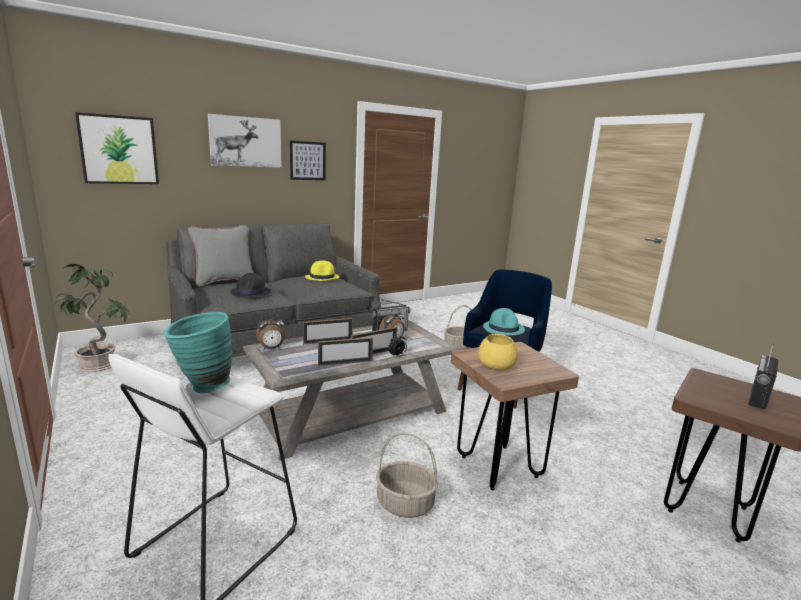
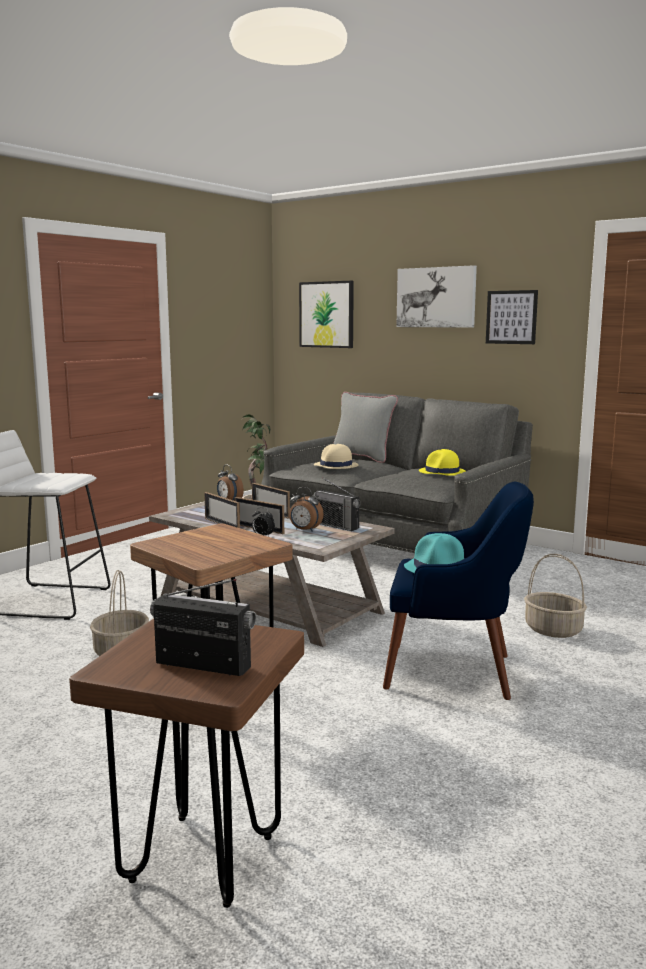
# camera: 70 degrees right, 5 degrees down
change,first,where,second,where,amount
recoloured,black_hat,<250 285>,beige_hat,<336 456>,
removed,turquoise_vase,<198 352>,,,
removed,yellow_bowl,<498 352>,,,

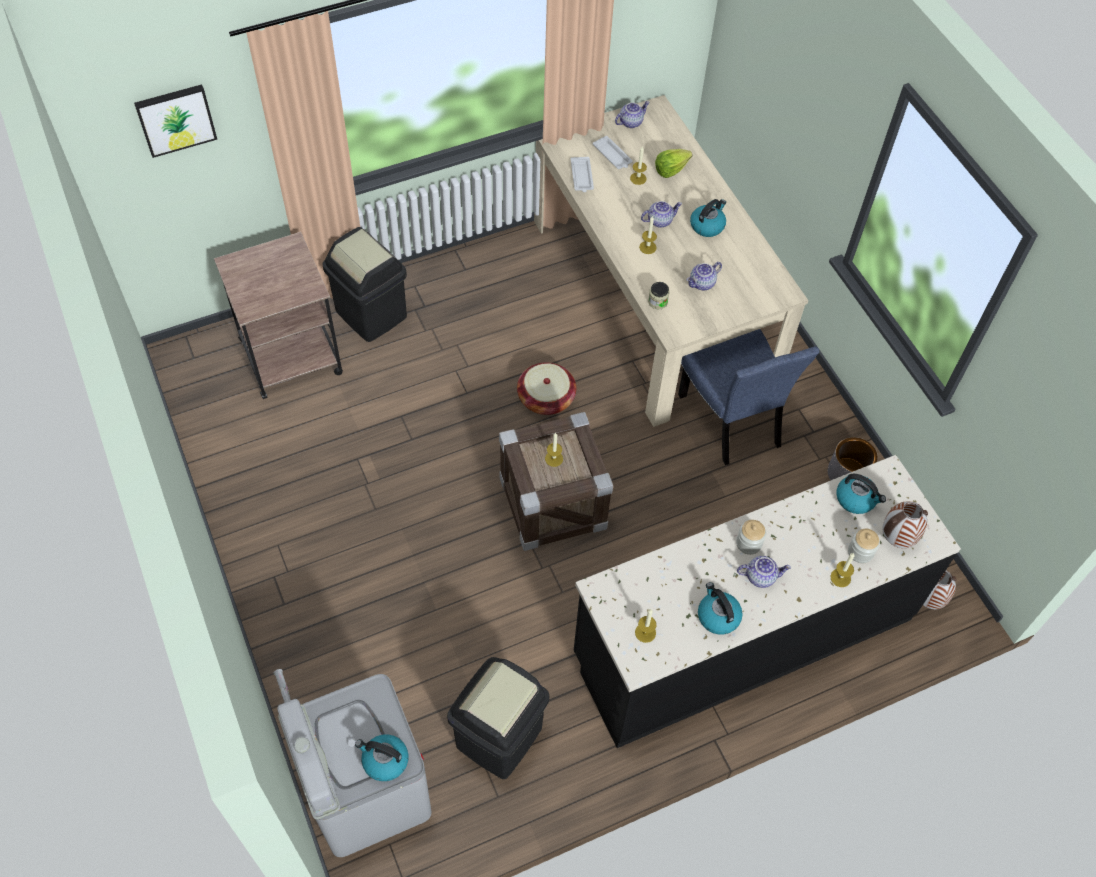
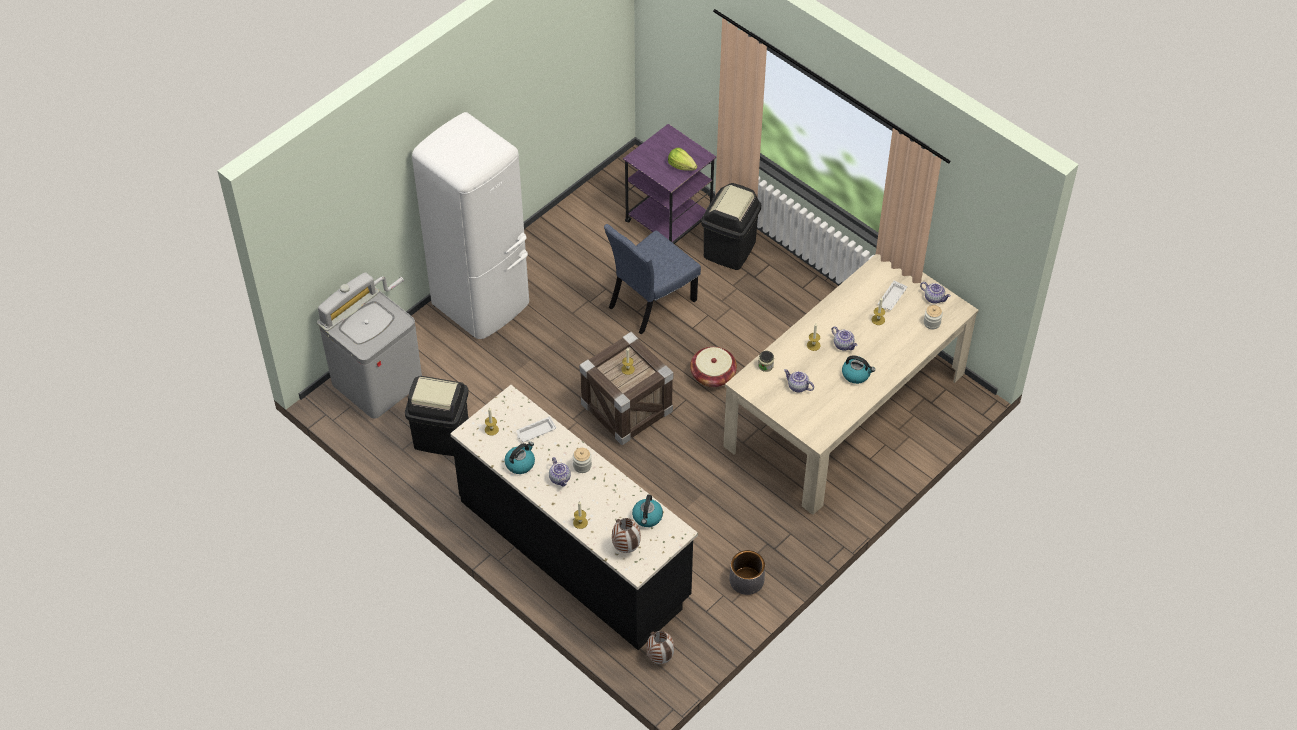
# camera: 70 degrees right, 5 degrees down
change,first,where,second,where,amount
removed,picture,<175 121>,,,
moved,lettuce,<673 163>,,<682 159>,
moved,white_tray,<582 174>,,<536 429>,
recoloured,brown_cart,<278 315>,purple_cart,<669 184>,
moved,blue_chair,<748 397>,,<652 279>,
moved,jar,<864 546>,,<933 317>,
removed,kettle,<381 757>,,,
added,,,white_fridge,<470 225>,

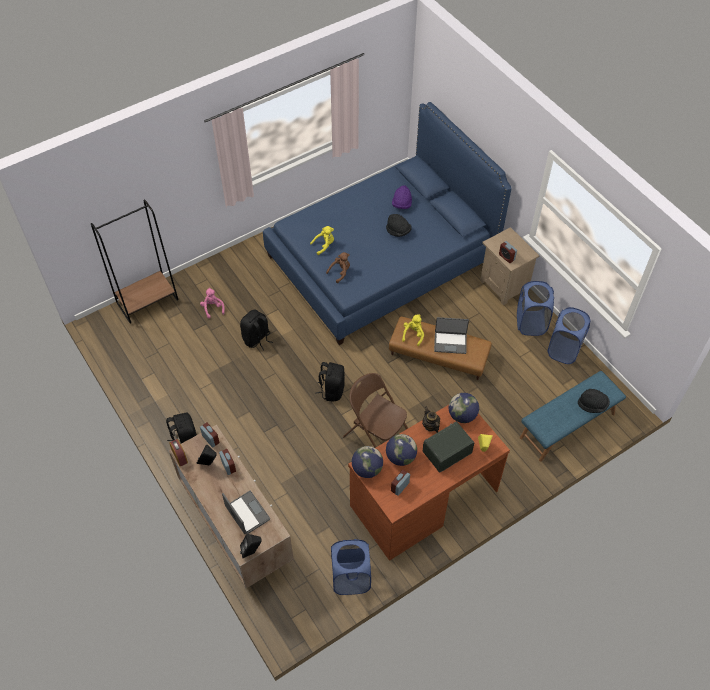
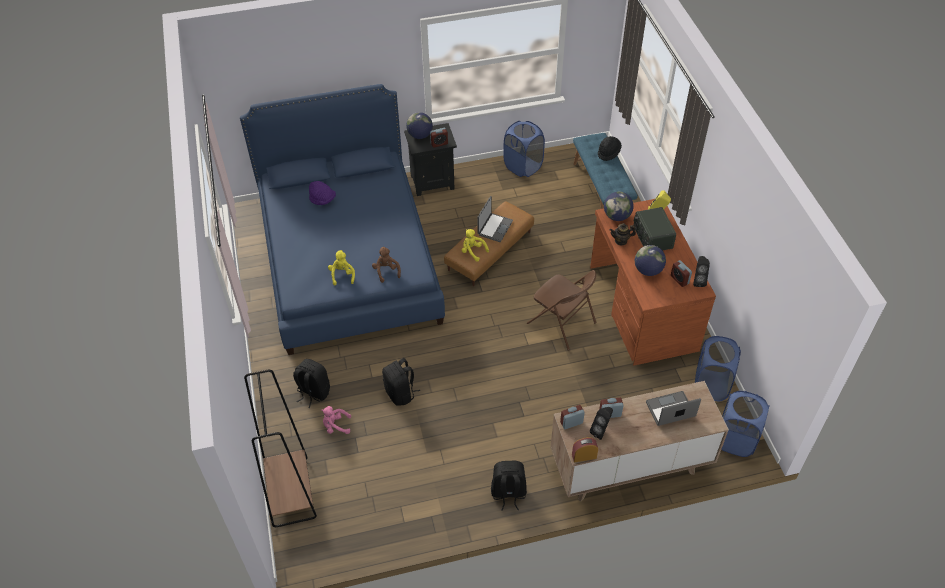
# camera: 70 degrees left, 5 degrees down
change,first,where,second,where,amount
removed,black_hat,<399 225>,,,
recoloured,beige_nightstand,<509 266>,black_nightstand,<430 159>,
moved,blue_laundry_basket,<535 308>,,<745 424>,
moved,black_backpack,<330 382>,,<311 383>,
turned,brown_chair,<375 410>,,<561 310>,105 degrees counterclockwise
moved,globe,<367 462>,,<419 125>,
moved,black_speaker,<251 546>,,<701 271>,

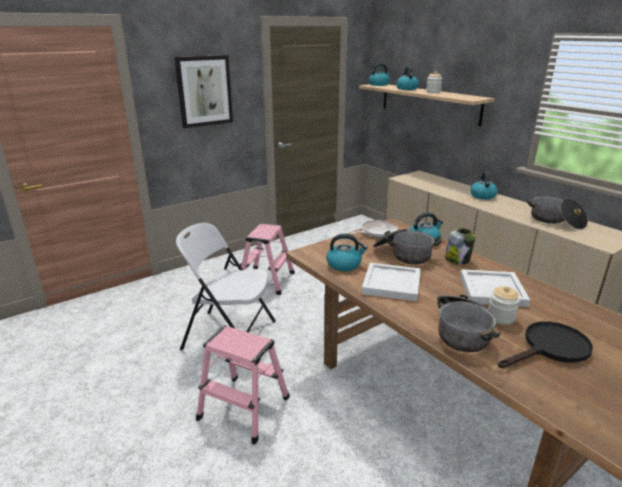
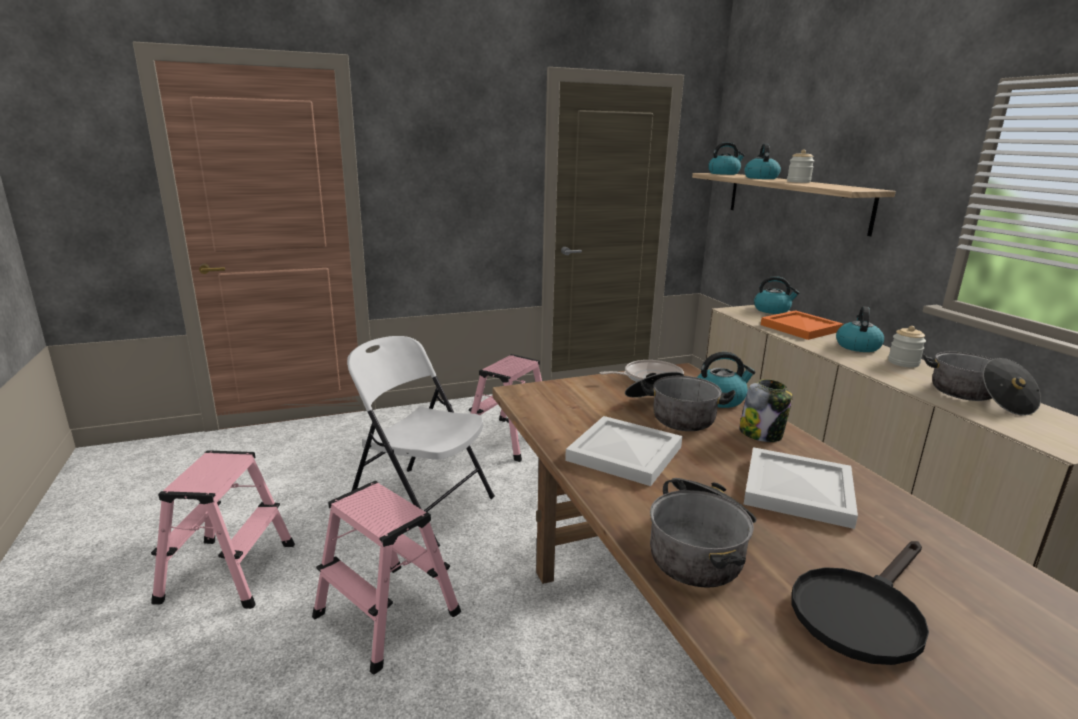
# camera: 15 degrees right, 5 degrees down
change,first,where,second,where,amount
removed,picture,<204 91>,,,
moved,kettle,<347 252>,,<777 295>,
moved,jar,<504 305>,,<907 347>,
turned,black_frying_pan,<545 344>,,<860 603>,150 degrees clockwise
added,,,orange_tray,<802 325>,
added,,,pink_step_ladder,<223 529>,

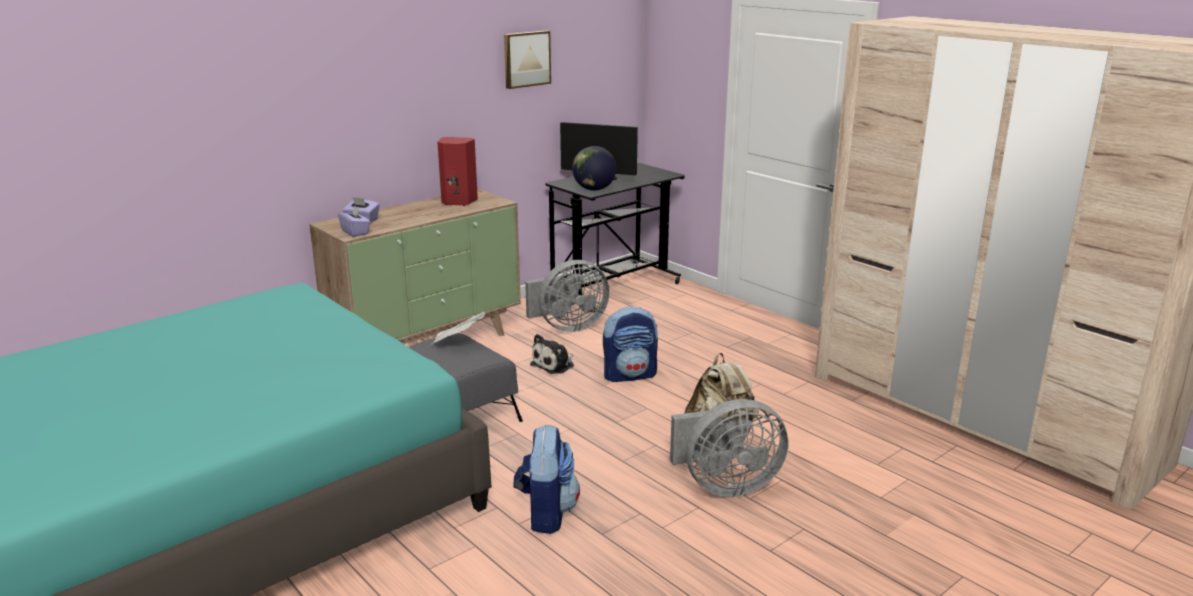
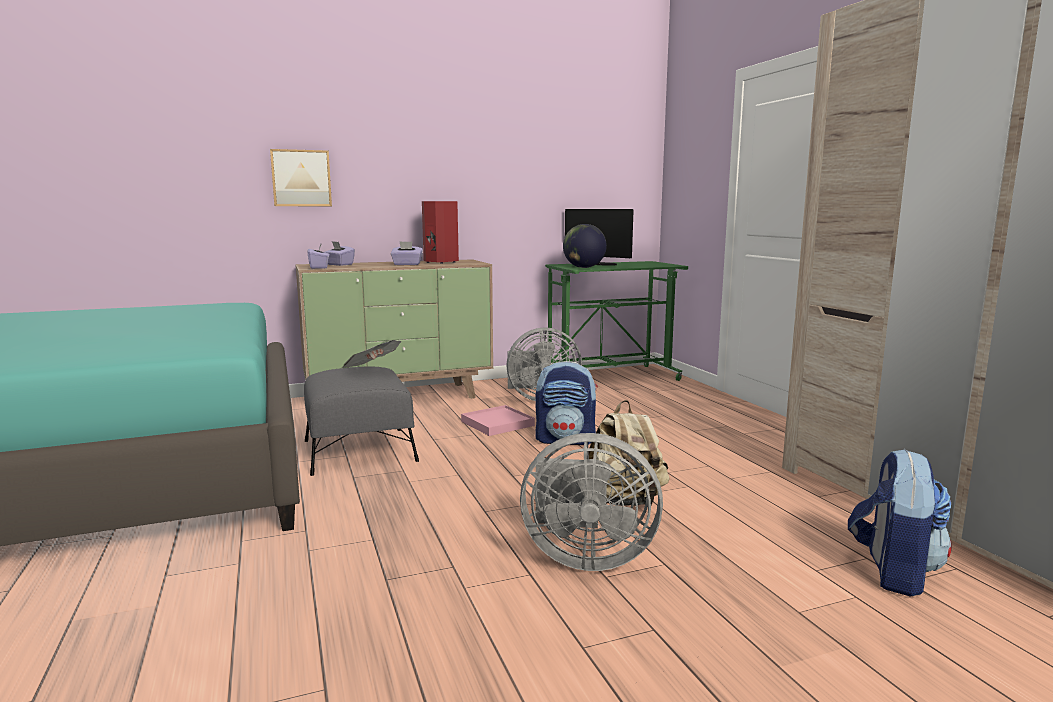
# camera: 20 degrees right, 10 degrees down
change,first,where,second,where,amount
moved,picture,<527 60>,,<301 177>,
recoloured,black_desk,<615 238>,green_desk,<616 321>,
replaced,plush_toy,<552 354>,pink_tray,<498 420>,
moved,backpack,<546 479>,,<900 523>,
added,,,purple_tissue_box,<407 253>,

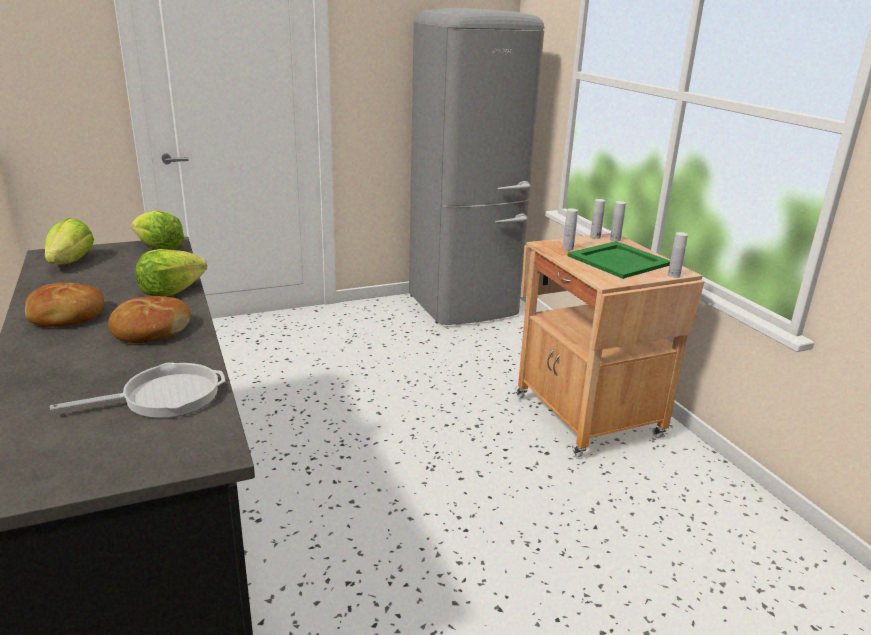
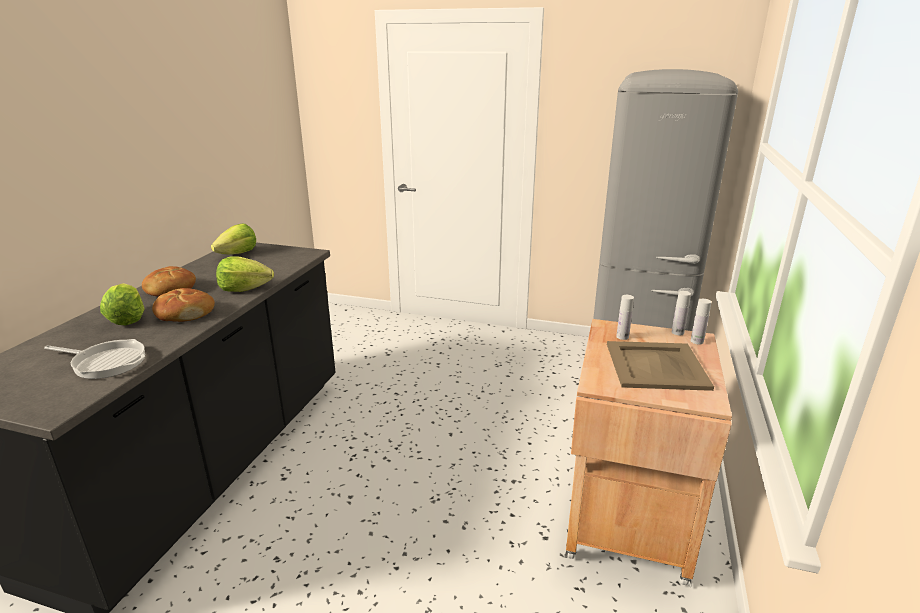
# camera: 40 degrees right, 0 degrees up
change,first,where,second,where,amount
moved,lettuce,<158 230>,,<122 304>,
removed,white_bottle,<678 255>,,,
recoloured,green_tray,<618 260>,beige_tray,<660 366>,

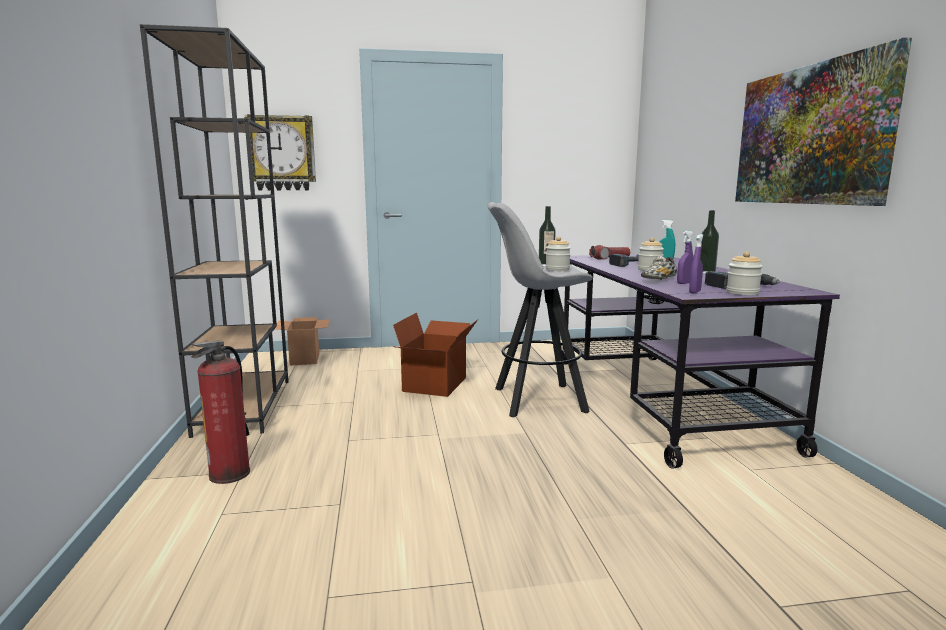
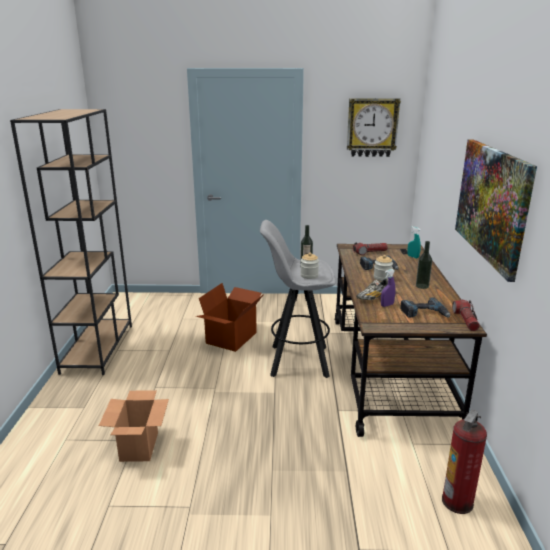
# camera: 10 degrees right, 10 degrees up
change,first,where,second,where,amount
moved,wall_clock,<280 152>,,<374 127>,
removed,purple_spray_bottle,<696 264>,,,
removed,jar,<744 273>,,,
recoloured,purple_desk,<701 362>,brown_desk,<410 340>,
moved,cardboard_box,<302 341>,,<134 426>,
moved,fire_extinguisher,<220 412>,,<464 462>,
added,,,flashlight,<466 315>,

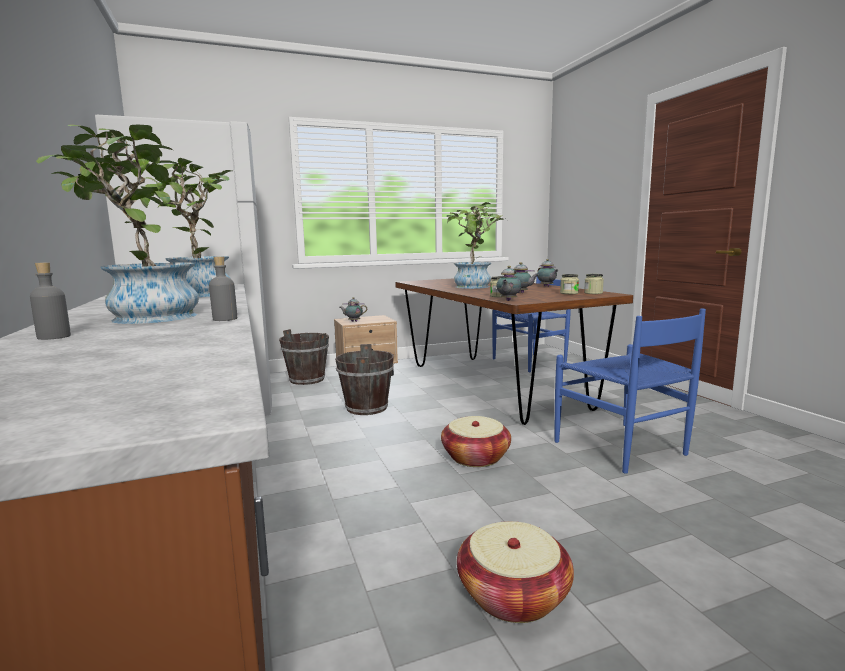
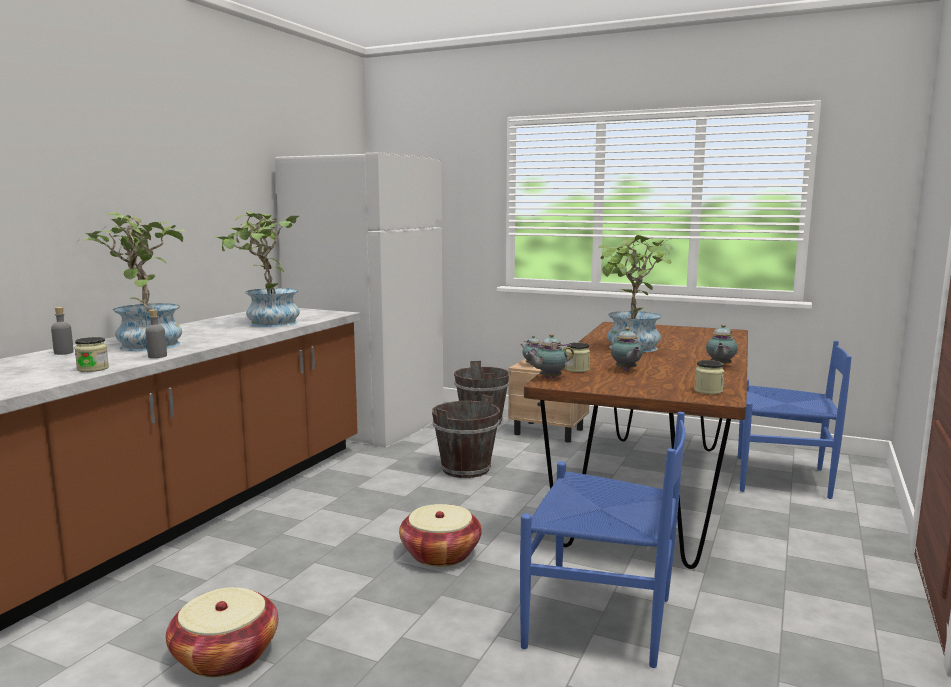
# camera: 45 degrees right, 0 degrees up
change,first,where,second,where,amount
moved,jar,<569 284>,,<91 354>,
turned,blue_chair,<630 391>,,<602 540>,90 degrees counterclockwise

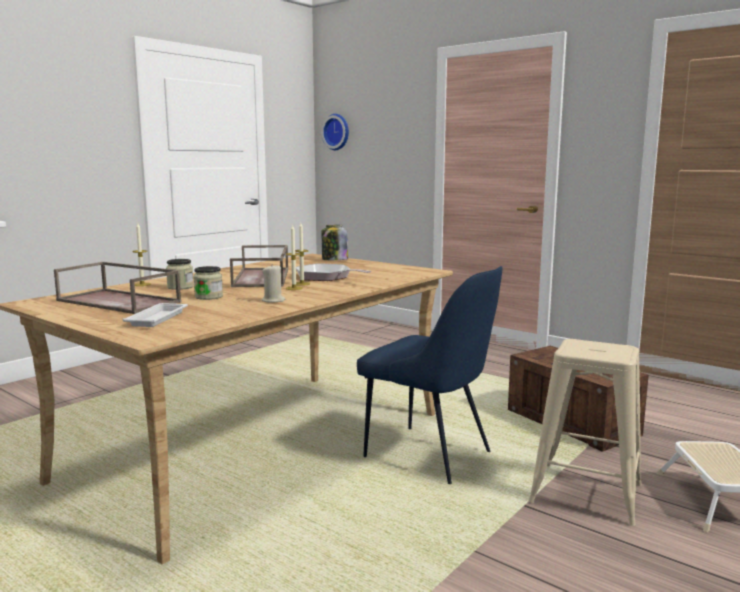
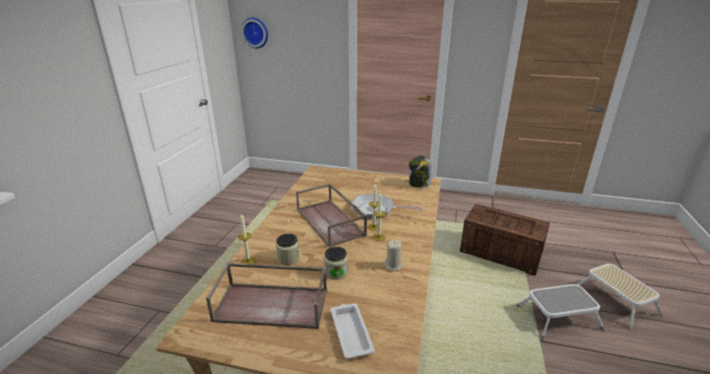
# camera: 25 degrees left, 15 degrees up
change,first,where,second,where,amount
moved,jar,<334 242>,,<420 172>,
removed,blue_chair,<430 375>,,,
replaced,beige_stool,<585 432>,grey_step_ladder,<560 312>,

